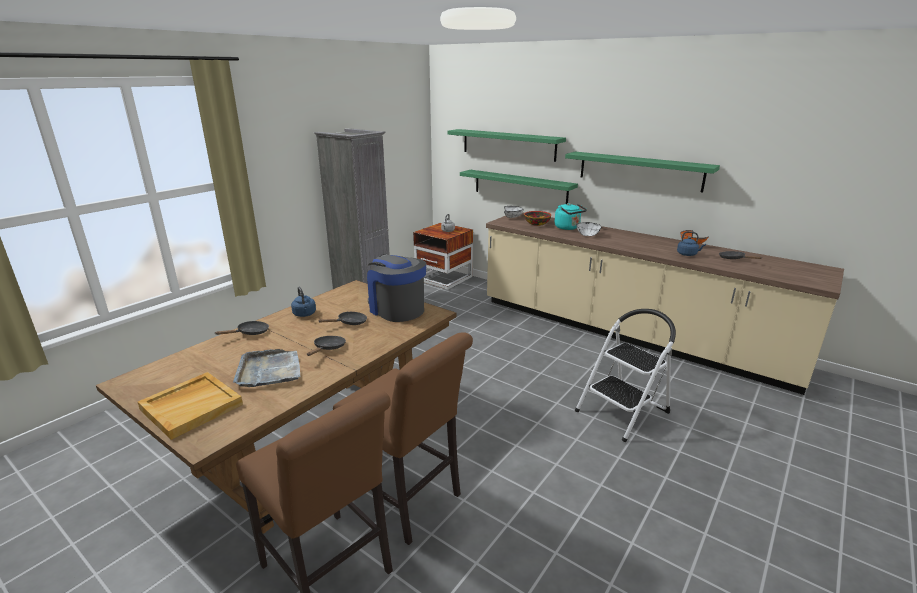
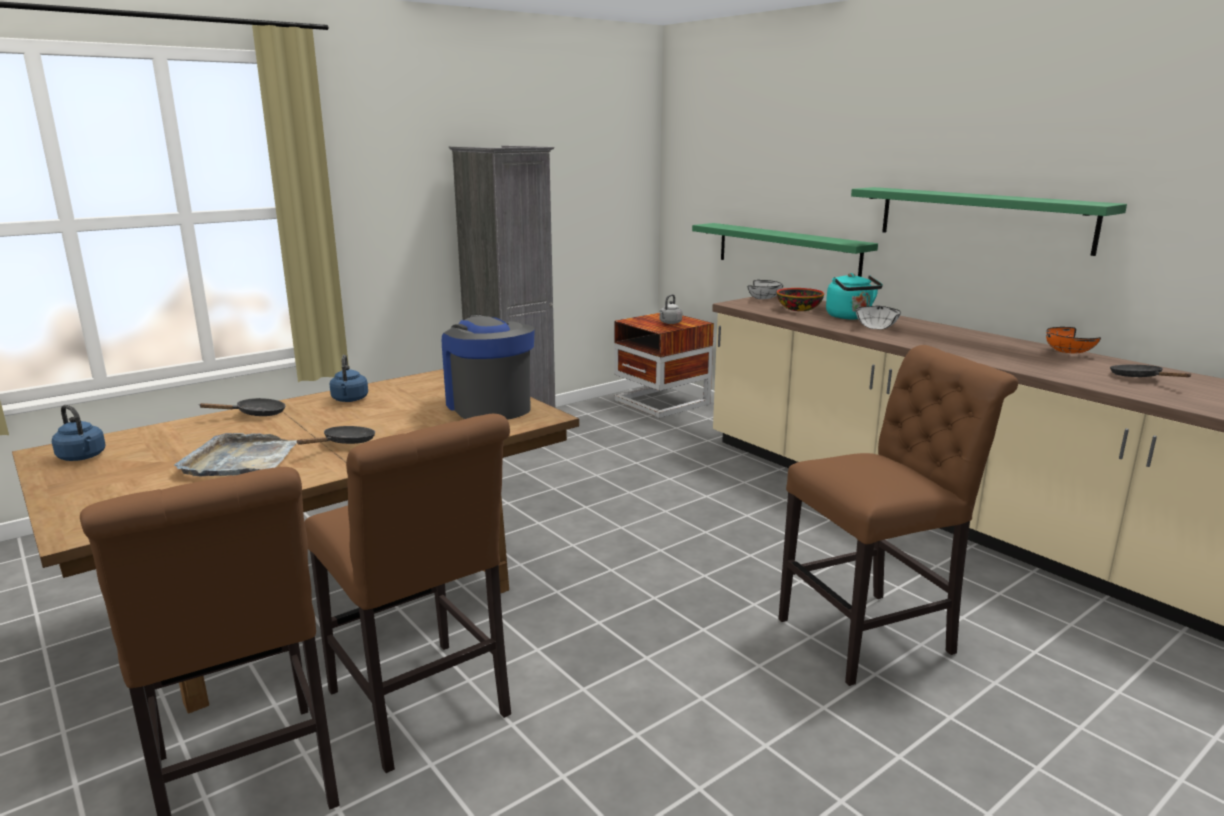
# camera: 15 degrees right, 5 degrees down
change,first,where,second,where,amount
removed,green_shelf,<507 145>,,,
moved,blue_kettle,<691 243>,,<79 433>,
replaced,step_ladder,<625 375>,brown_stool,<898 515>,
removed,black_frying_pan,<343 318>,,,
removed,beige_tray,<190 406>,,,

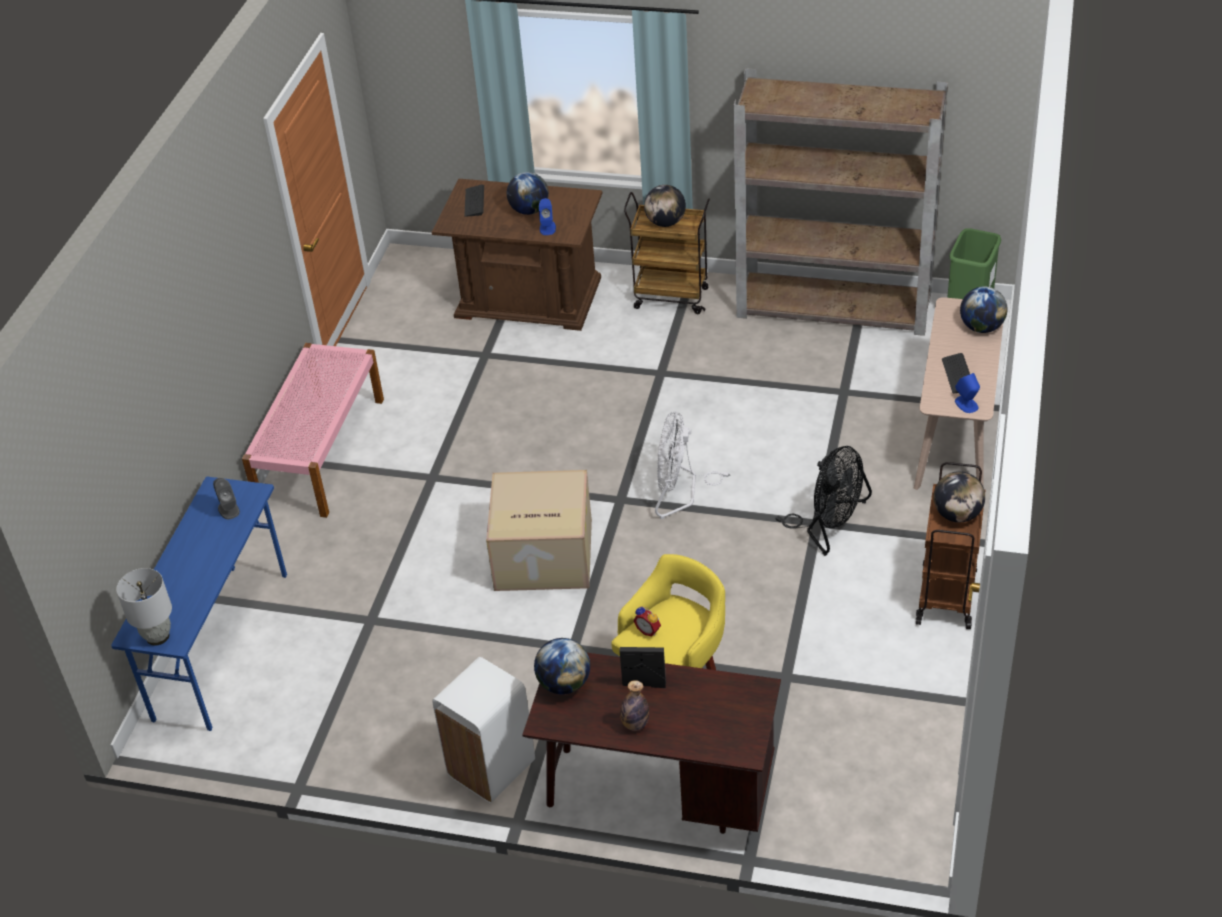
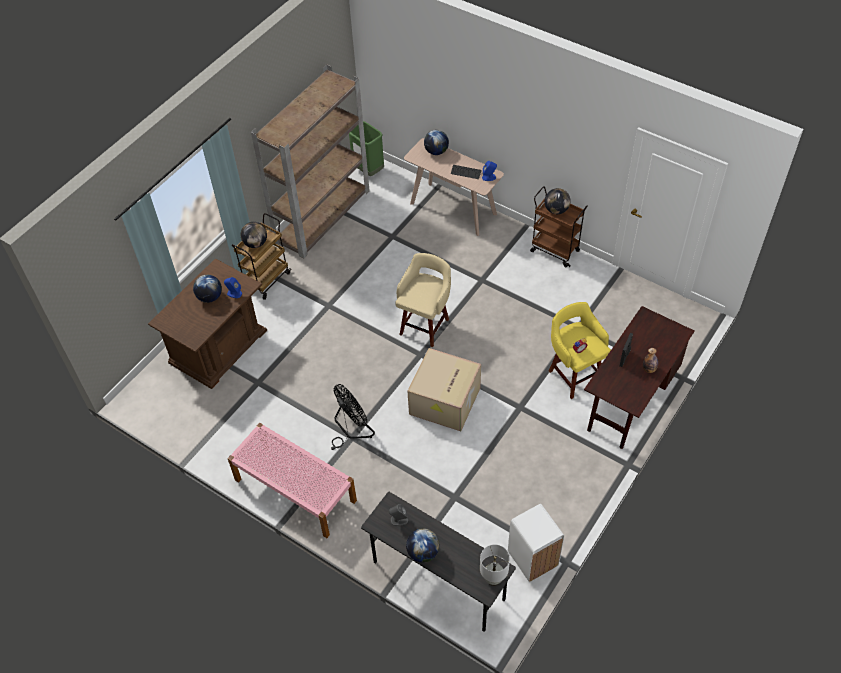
# camera: 70 degrees left, 10 degrees up
change,first,where,second,where,amount
removed,keyboard,<474 200>,,,
replaced,white_fan,<693 465>,beige_stool,<423 300>,
moved,black_fan,<823 501>,,<353 417>,
recoloured,blue_desk,<199 604>,grey_desk,<438 562>,
moved,globe,<562 666>,,<423 545>,
moved,white_trash_can,<483 730>,,<536 543>,

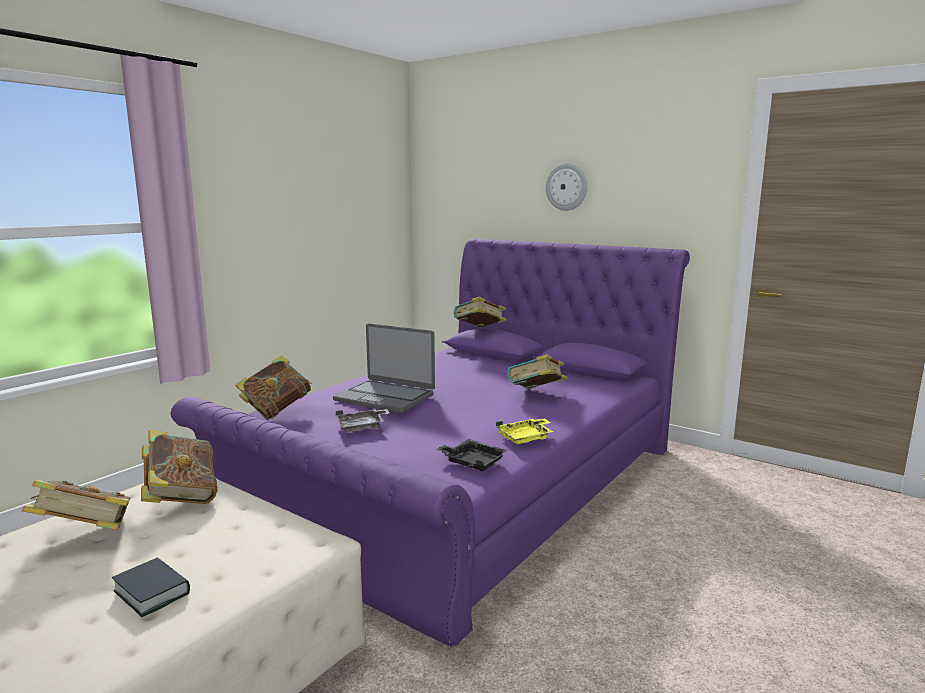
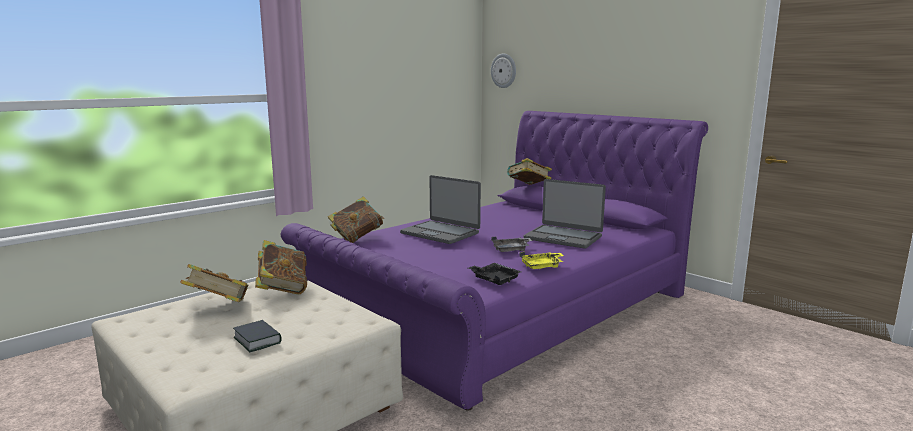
# camera: 10 degrees right, 0 degrees up
change,first,where,second,where,amount
moved,wall_clock,<567 187>,,<503 71>,
replaced,book,<537 371>,laptop,<565 214>,
moved,grey_tray,<363 420>,,<511 244>,

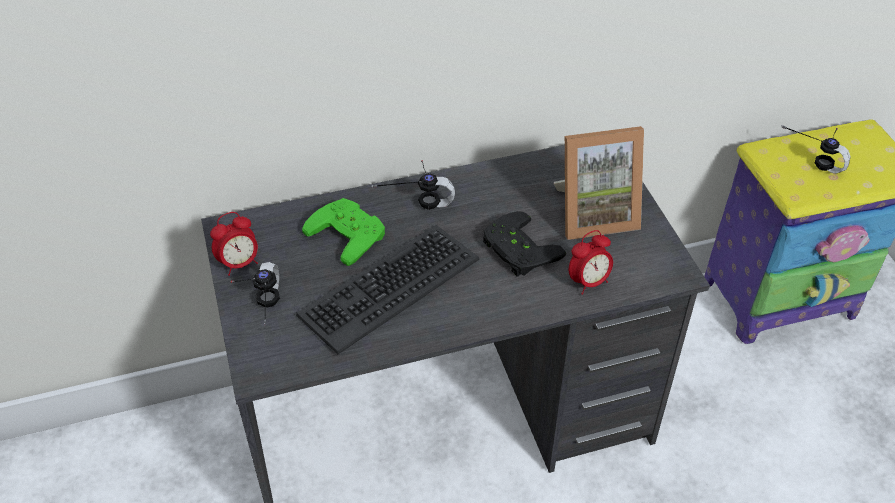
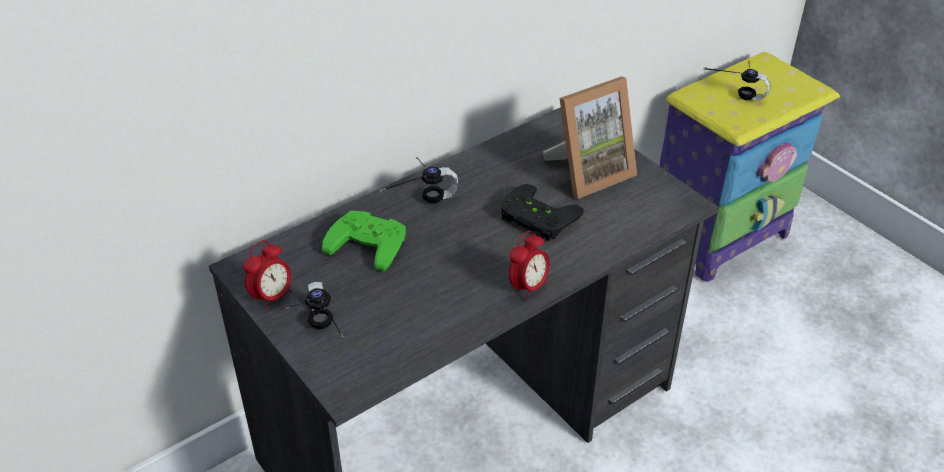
# camera: 20 degrees left, 5 degrees down
change,first,where,second,where,amount
removed,keyboard,<387 289>,,,
moved,alarm_clock,<591 262>,,<529 265>,

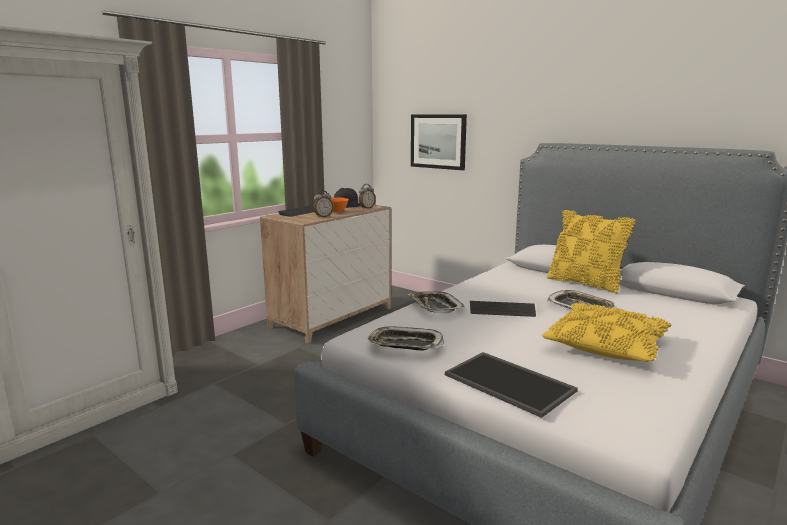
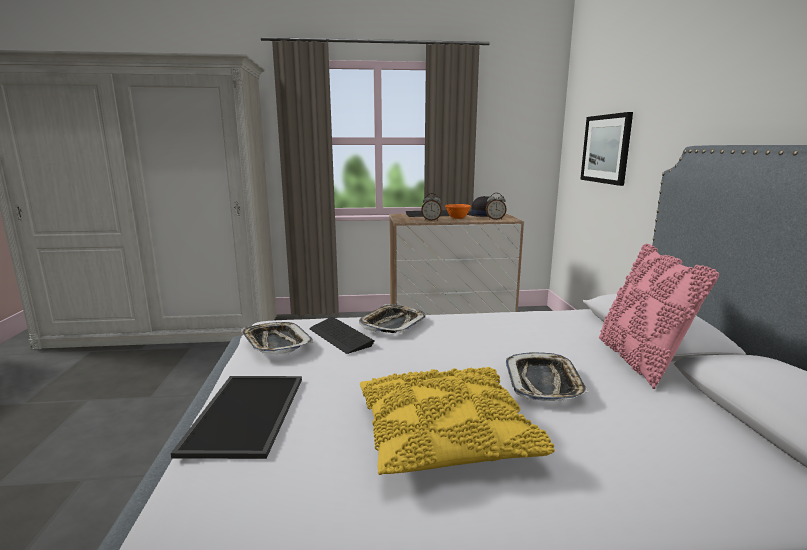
# camera: 45 degrees right, 0 degrees up
change,first,where,second,where,amount
recoloured,yellow_pillow,<591 252>,pink_pillow,<659 316>,
moved,keyboard,<503 309>,,<342 335>,

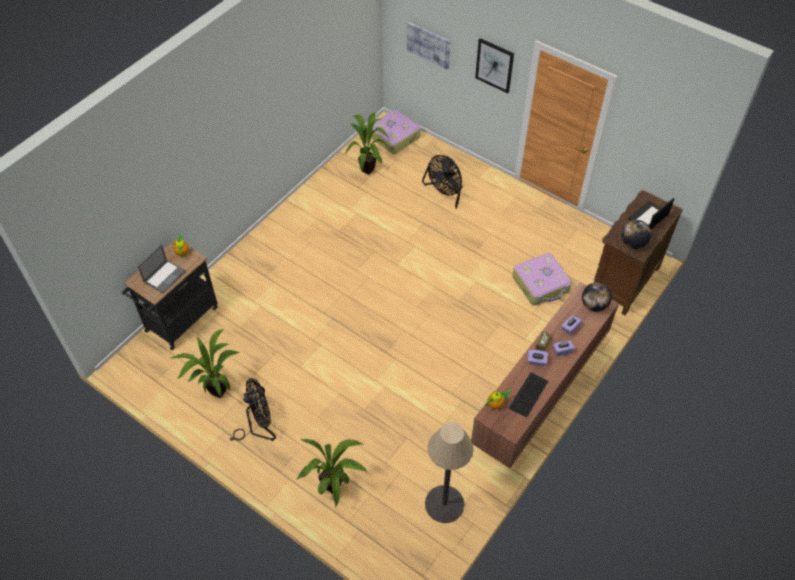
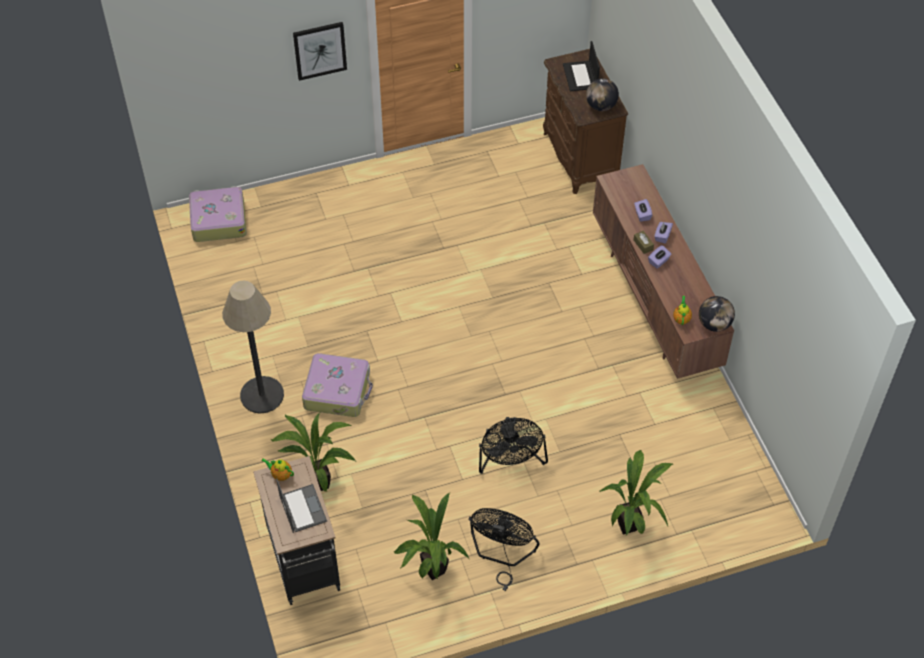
# camera: 55 degrees left, 0 degrees up
change,first,where,second,where,amount
removed,picture,<428 46>,,,
moved,potted_plant,<368 144>,,<313 452>,
moved,black_fan,<442 182>,,<513 445>,
moved,suitcase,<542 279>,,<337 385>,
moved,globe,<597 297>,,<717 314>,
removed,keyboard,<528 395>,,,
moved,floor_lamp,<449 472>,,<253 347>,

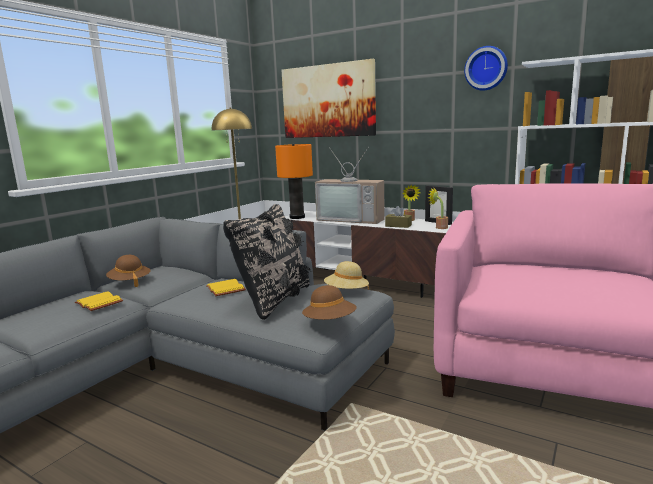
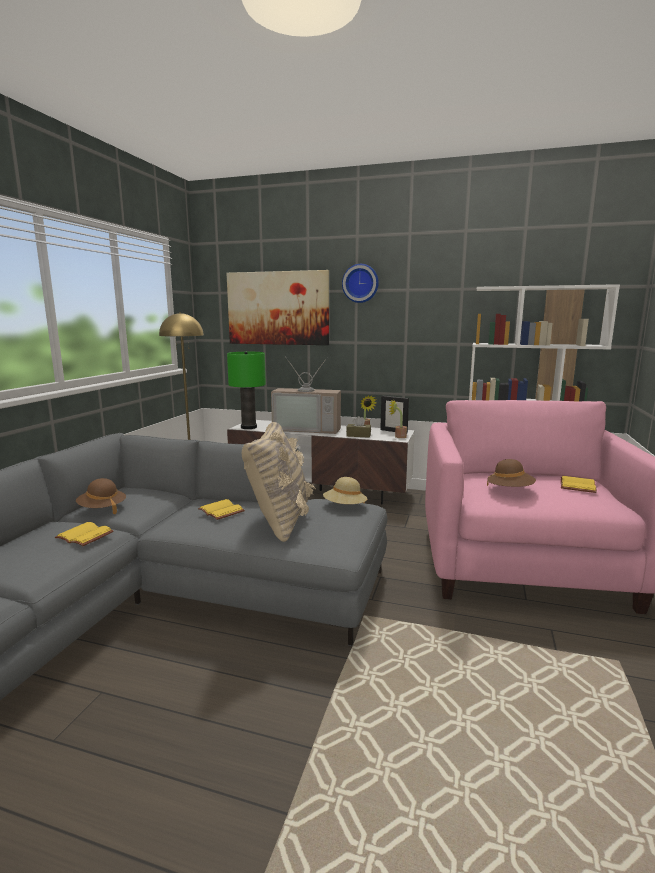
# camera: 15 degrees left, 0 degrees up
change,first,where,second,where,amount
moved,wall_clock,<486 68>,,<360 283>,
recoloured,orange_table_lamp,<294 181>,green_table_lamp,<246 390>,
recoloured,black_pillow,<266 262>,beige_pillow,<278 482>,
moved,brown_hat,<329 302>,,<511 473>,
added,,,yellow_book,<579 484>,

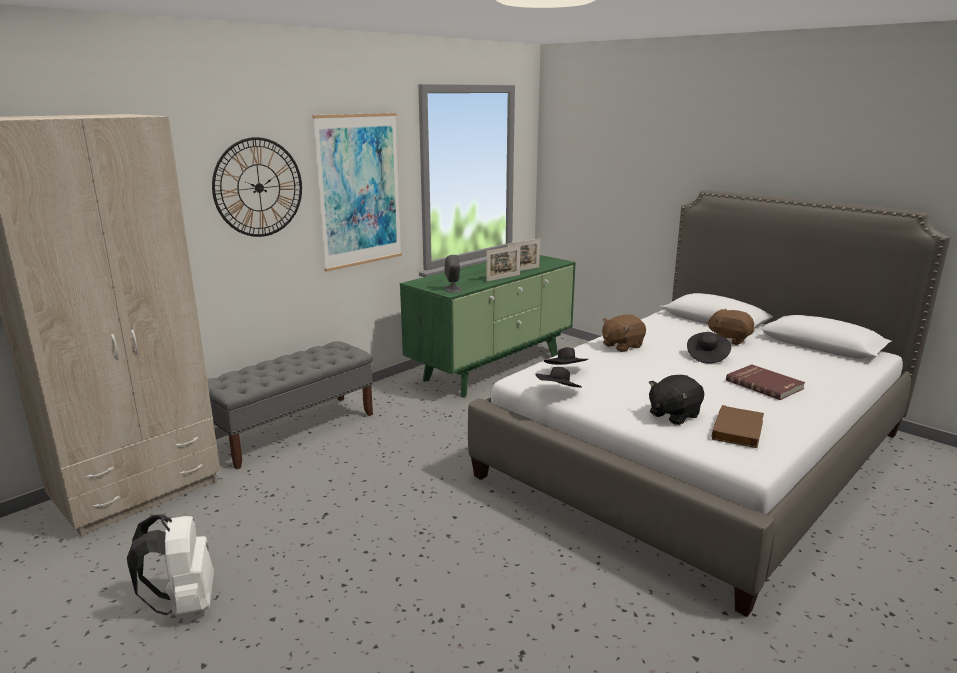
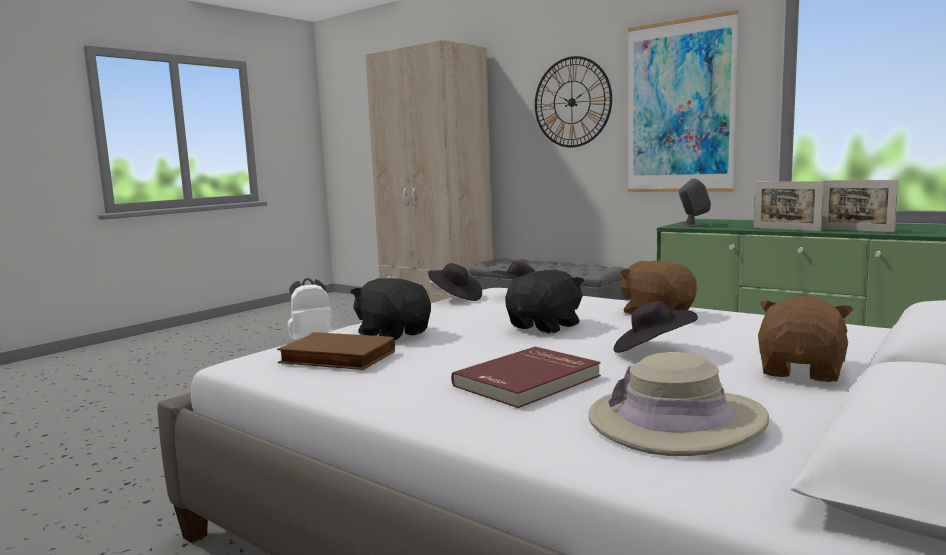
# camera: 85 degrees right, 10 degrees down
change,first,where,second,where,amount
added,,,black_plush_toy,<544 301>,
added,,,beige_hat,<678 404>,

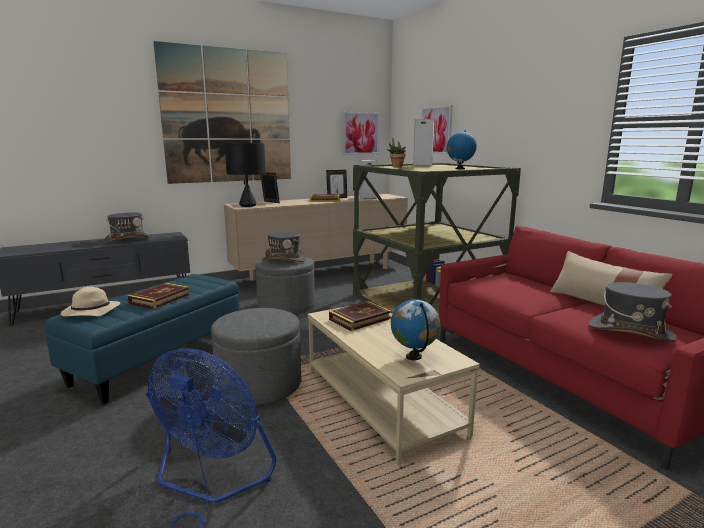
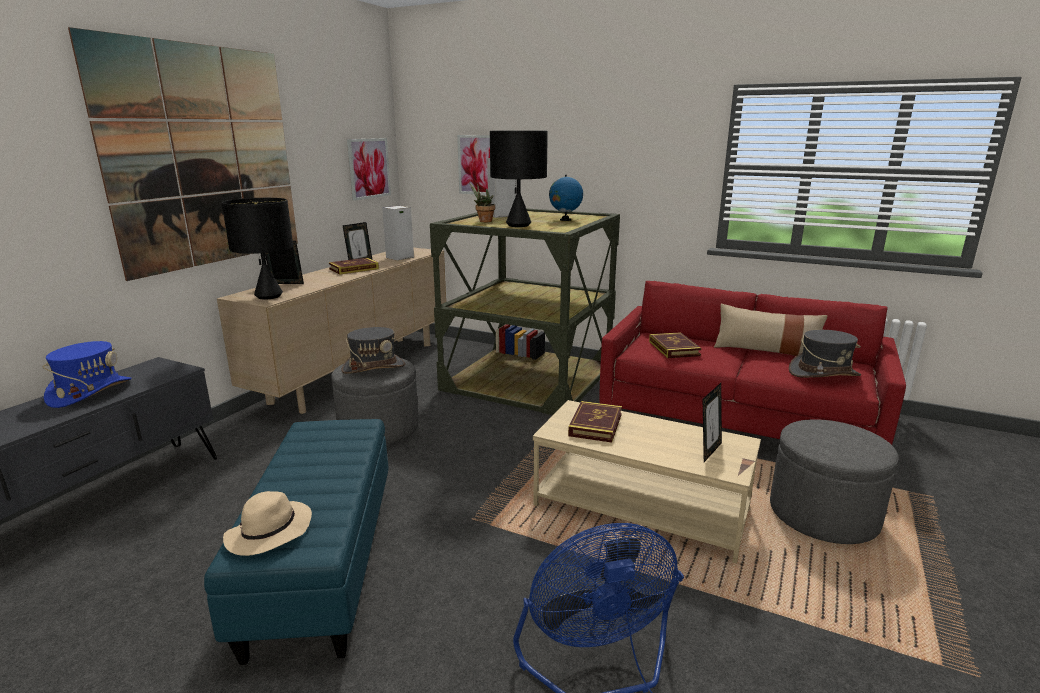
# camera: 35 degrees left, 5 degrees up
change,first,where,second,where,amount
recoloured,grey_hat,<127 227>,blue_hat,<87 374>,
moved,book,<159 296>,,<675 345>,
replaced,globe,<415 329>,picture_frame,<712 422>,
moved,grey_ottoman,<256 356>,,<834 481>,
added,,,black_table_lamp,<519 178>,

